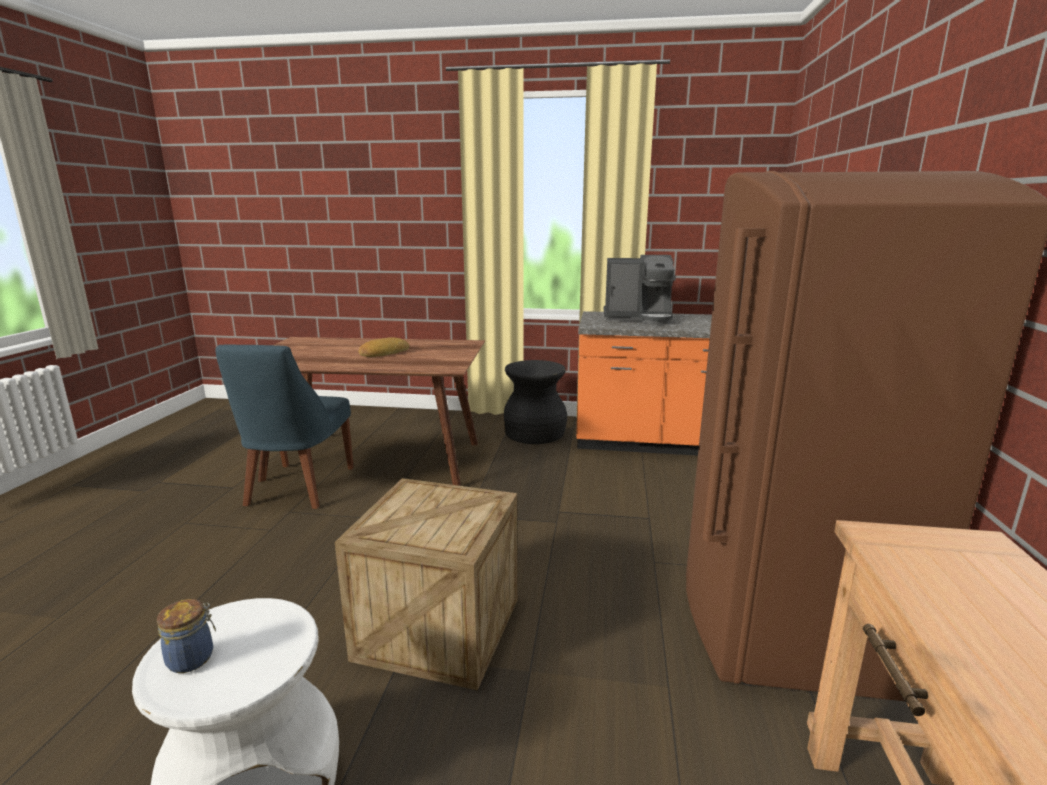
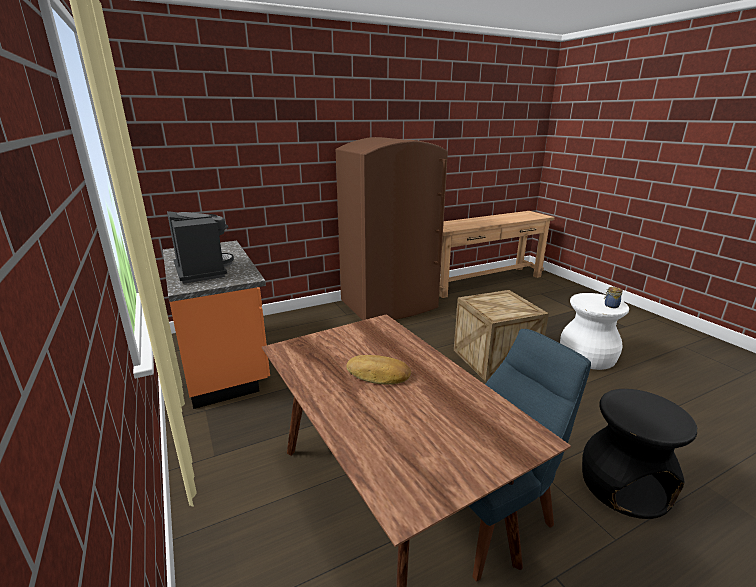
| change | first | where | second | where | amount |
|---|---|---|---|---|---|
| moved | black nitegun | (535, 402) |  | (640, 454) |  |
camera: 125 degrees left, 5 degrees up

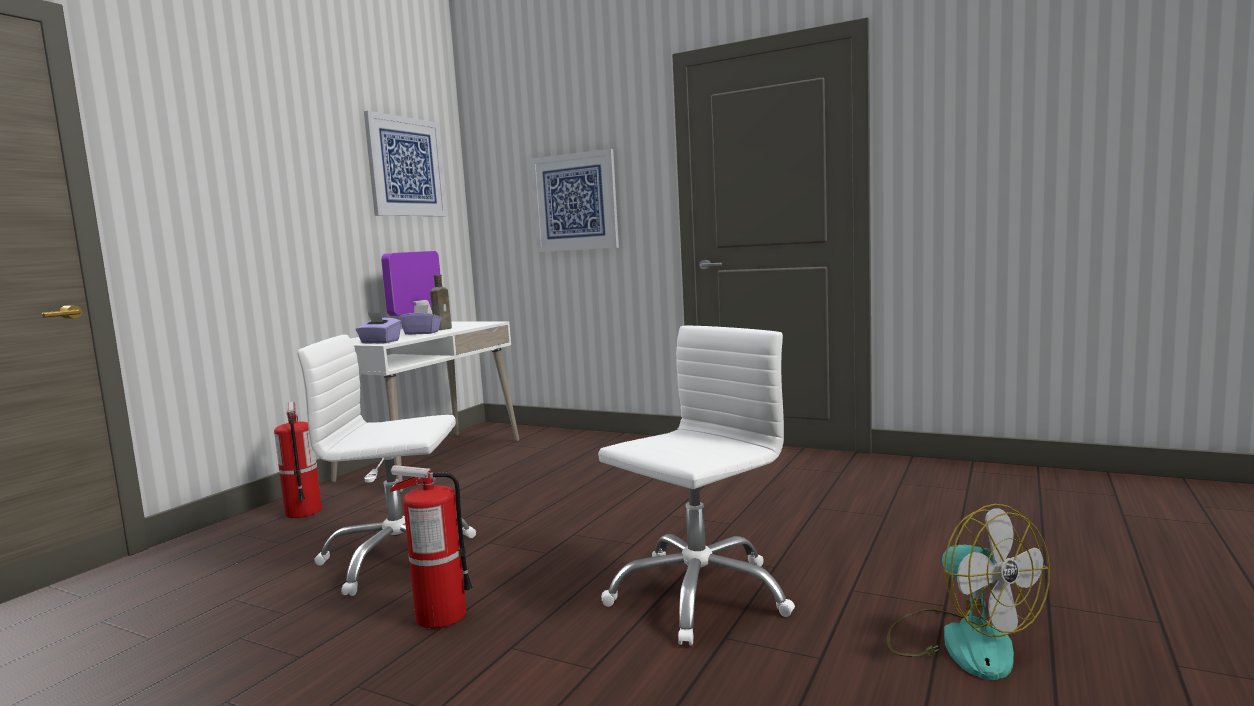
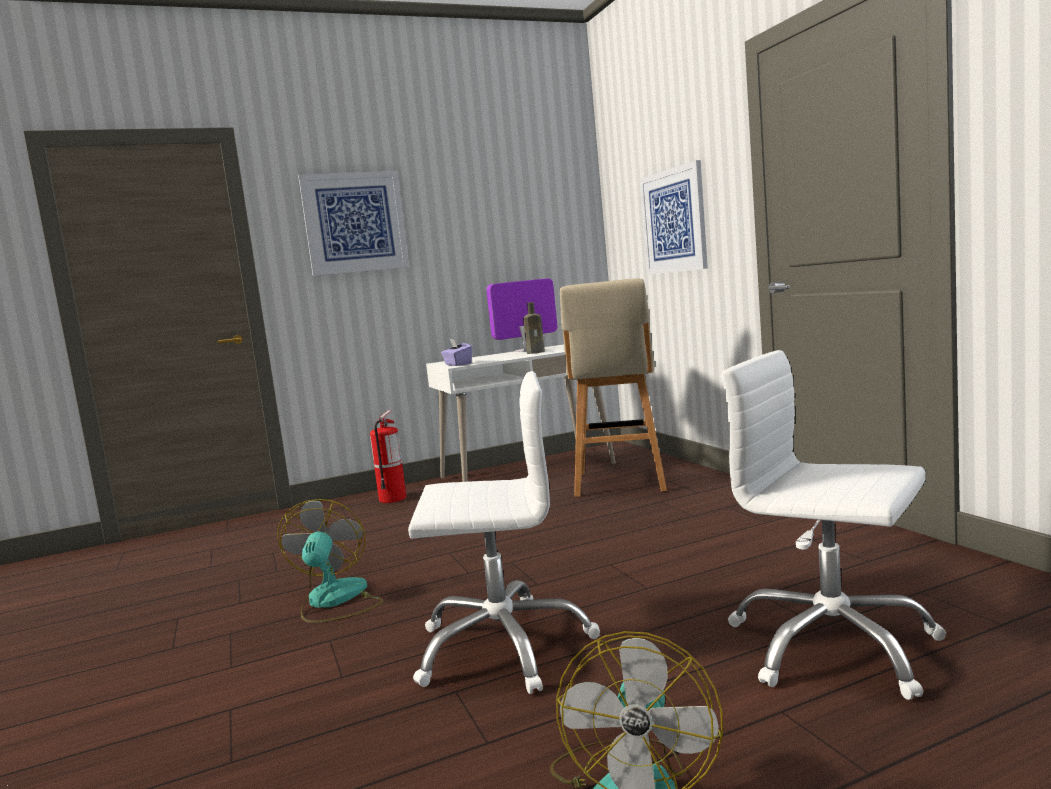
| change | first | where | second | where | amount |
|---|---|---|---|---|---|
| replaced | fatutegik | (431, 546) | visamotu | (330, 561) |  |
| moved | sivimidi | (405, 163) |  | (353, 223) |  |
| added |  |  | beige nitegun | (613, 387) |  |
| moved | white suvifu | (386, 465) |  | (833, 525) |  |
| removed | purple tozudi | (420, 320) |  |  |  |
camera: 40 degrees right, 0 degrees up

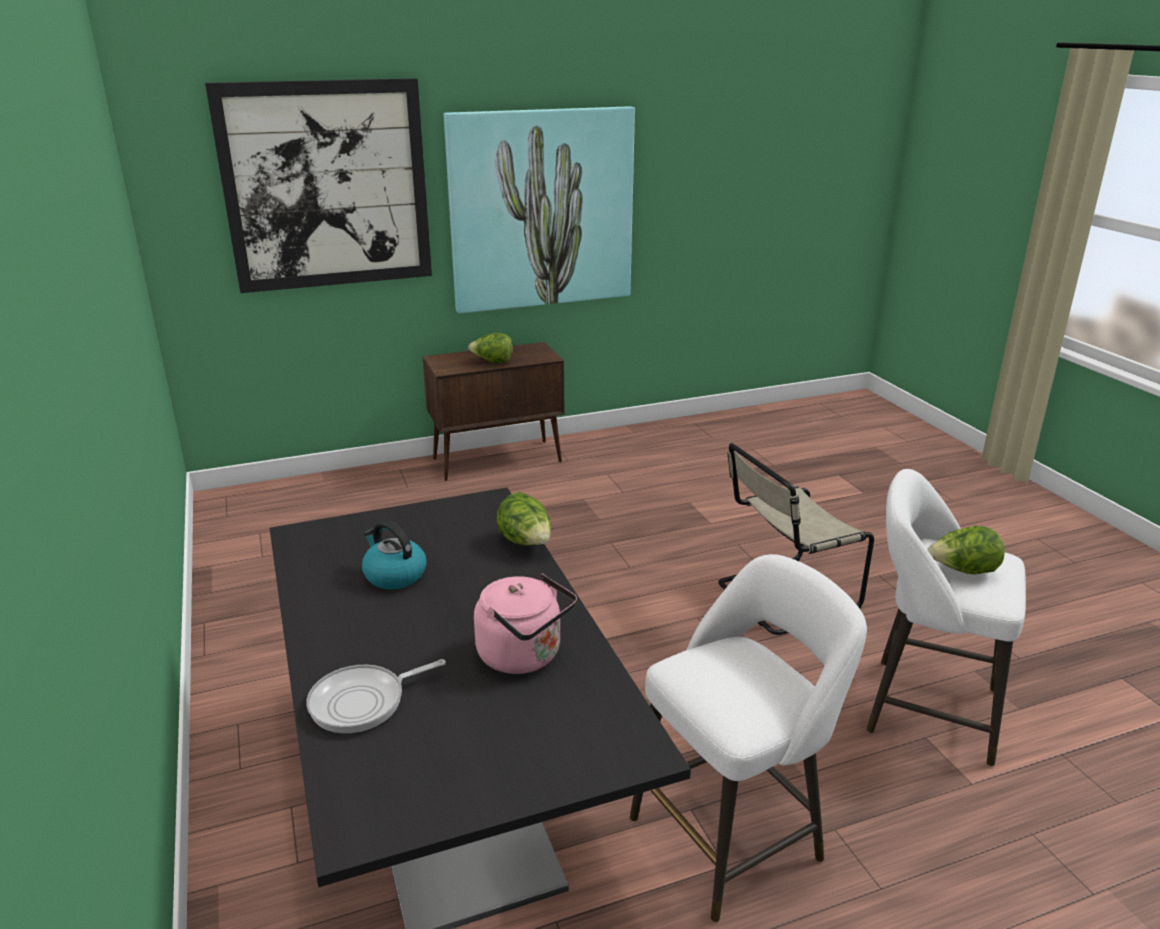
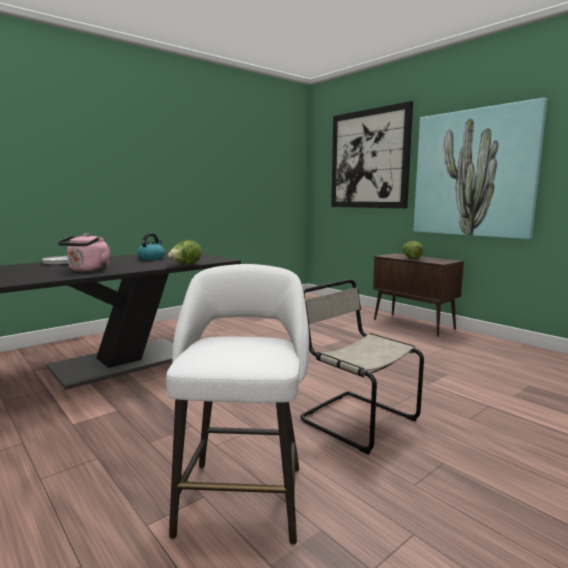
| change | first | where | second | where | amount |
|---|---|---|---|---|---|
| removed | white nitegun | (748, 738) |  |  |  |
| removed | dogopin | (966, 550) |  |  |  |
camera: 70 degrees right, 15 degrees down

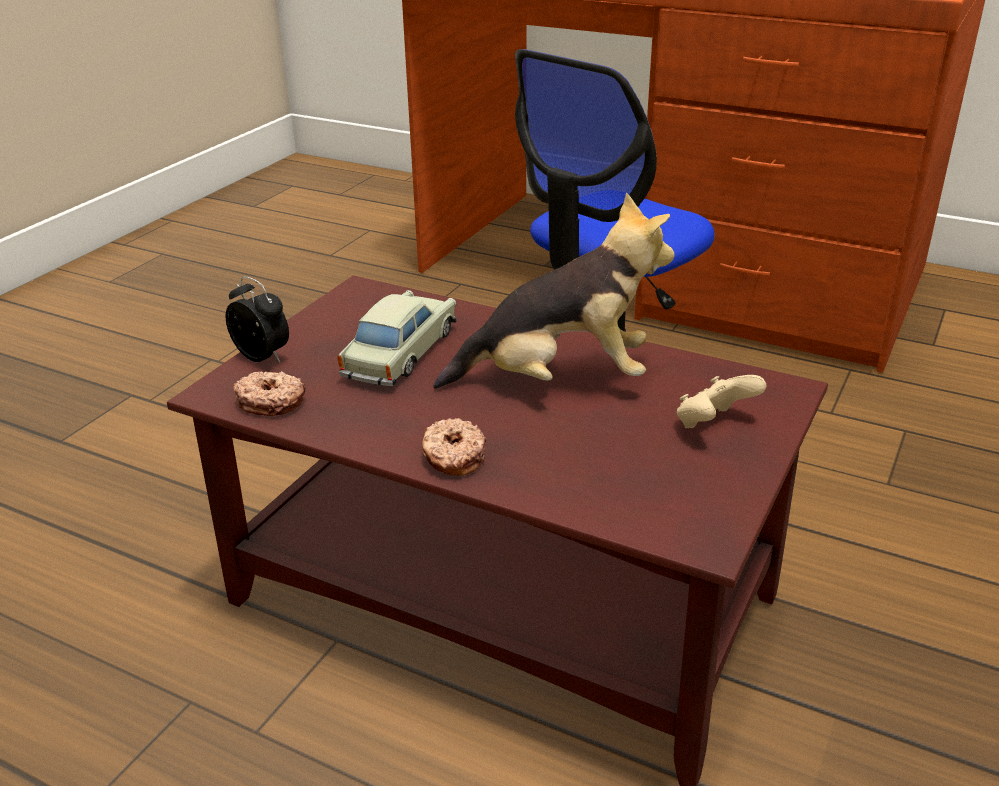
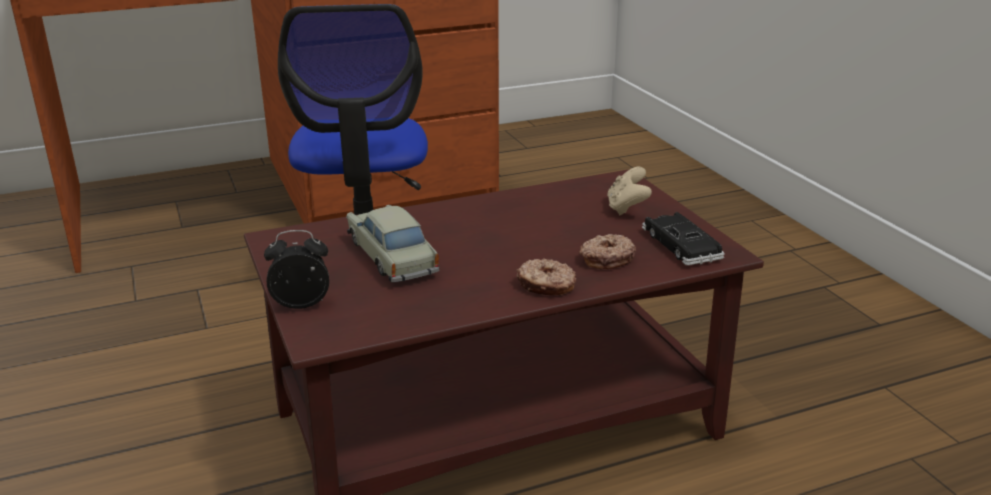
| change | first | where | second | where | amount |
|---|---|---|---|---|---|
| moved | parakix | (269, 393) |  | (607, 252) |  |
| added |  |  | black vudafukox | (683, 239) |  |
| removed | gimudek | (553, 291) |  |  |  |
camera: 50 degrees left, 5 degrees down

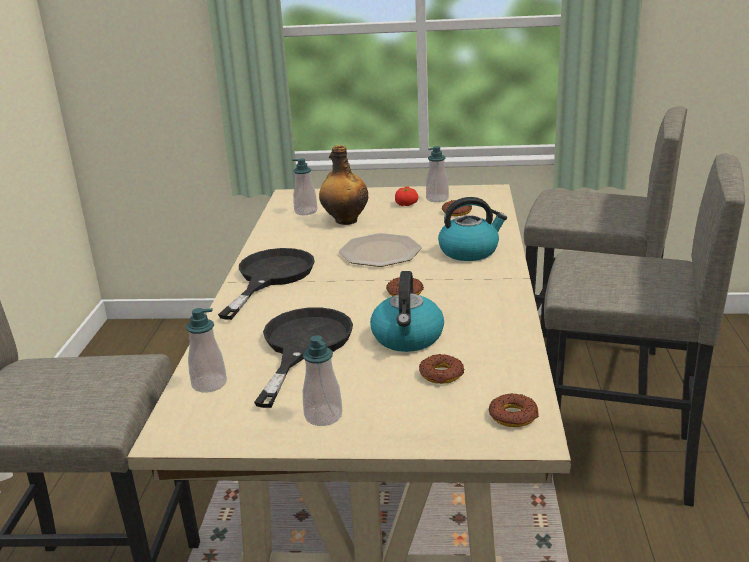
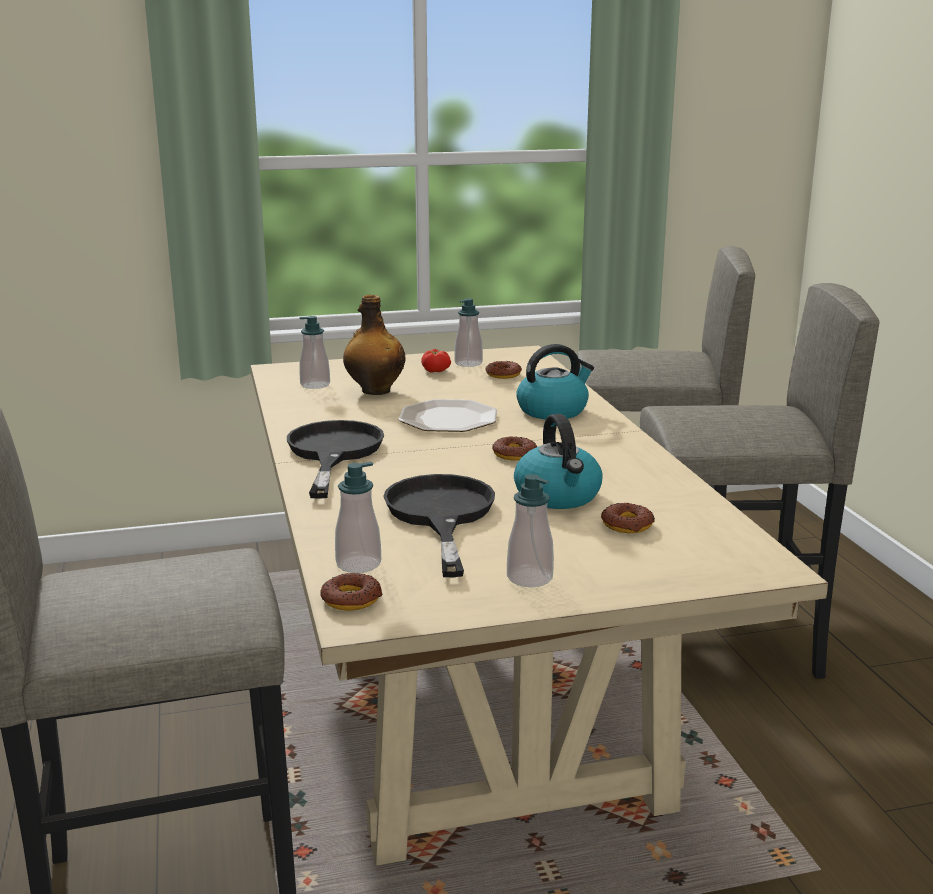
| change | first | where | second | where | amount |
|---|---|---|---|---|---|
| moved | parakix | (514, 410) |  | (351, 592) |  |
camera: 20 degrees left, 5 degrees down

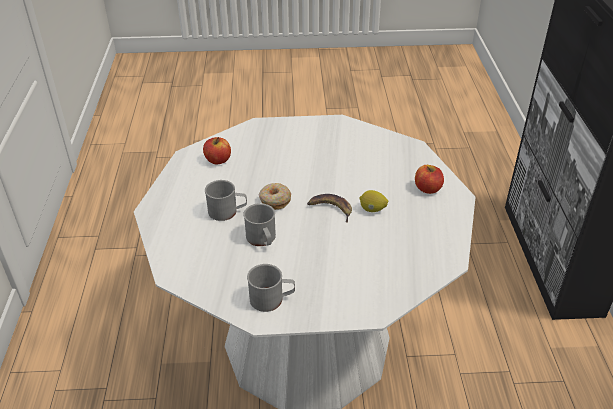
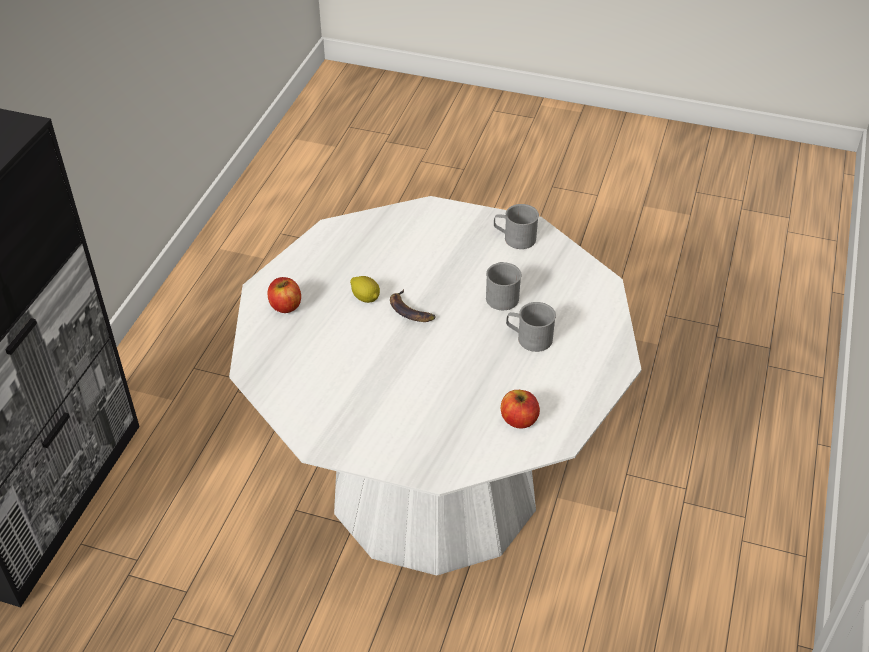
| change | first | where | second | where | amount |
|---|---|---|---|---|---|
| removed | parakix | (275, 196) |  |  |  |
camera: 160 degrees left, 5 degrees up

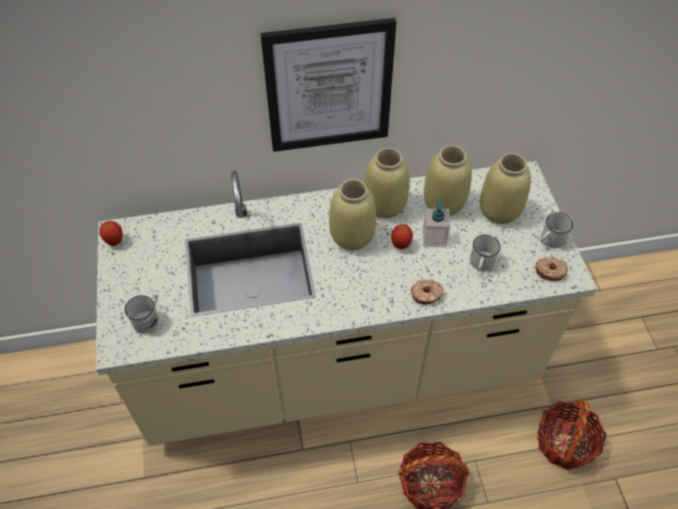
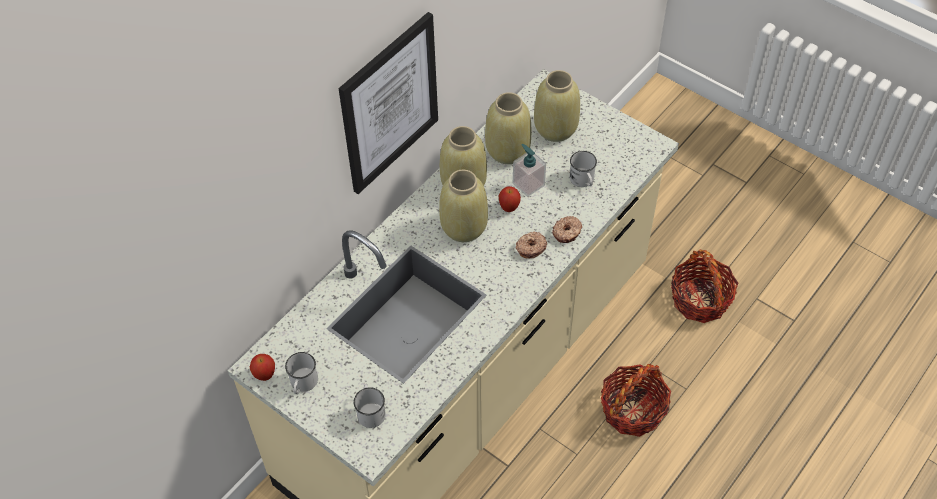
| change | first | where | second | where | amount |
|---|---|---|---|---|---|
| moved | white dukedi | (557, 230) |  | (301, 373) |  |
| moved | parakix | (551, 269) |  | (531, 245) |  |
camera: 40 degrees left, 0 degrees up

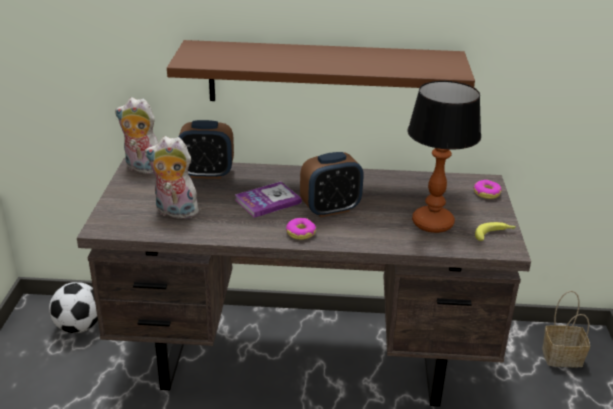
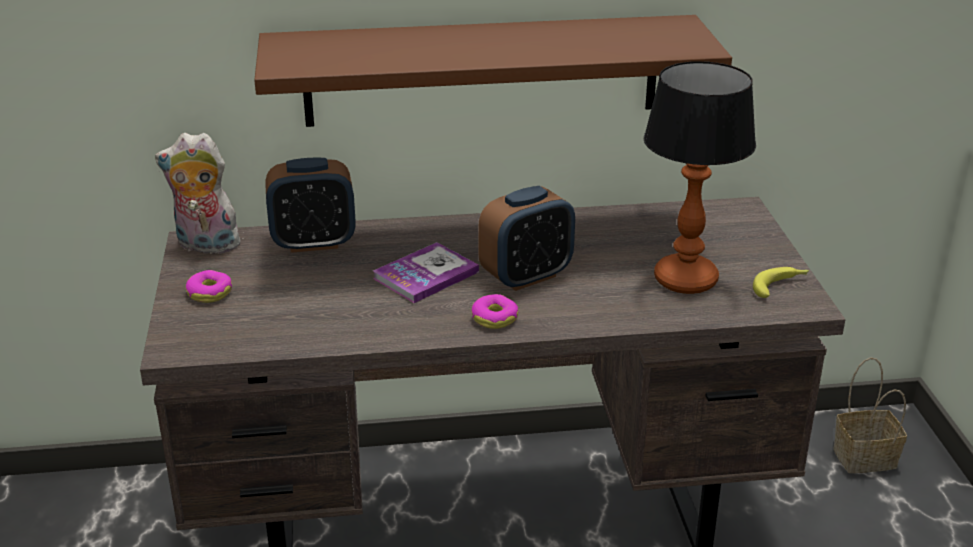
| change | first | where | second | where | amount |
|---|---|---|---|---|---|
| moved | parakix | (487, 189) |  | (209, 286) |  |
| removed | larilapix | (73, 307) |  |  |  |
| removed | gimudek | (172, 177) |  |  |  |
camera: 10 degrees left, 0 degrees up

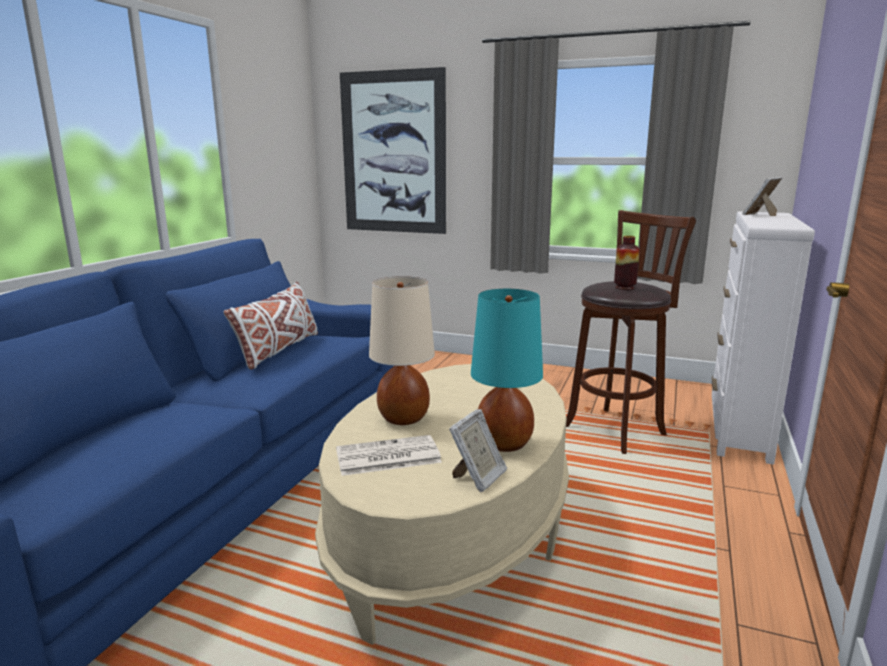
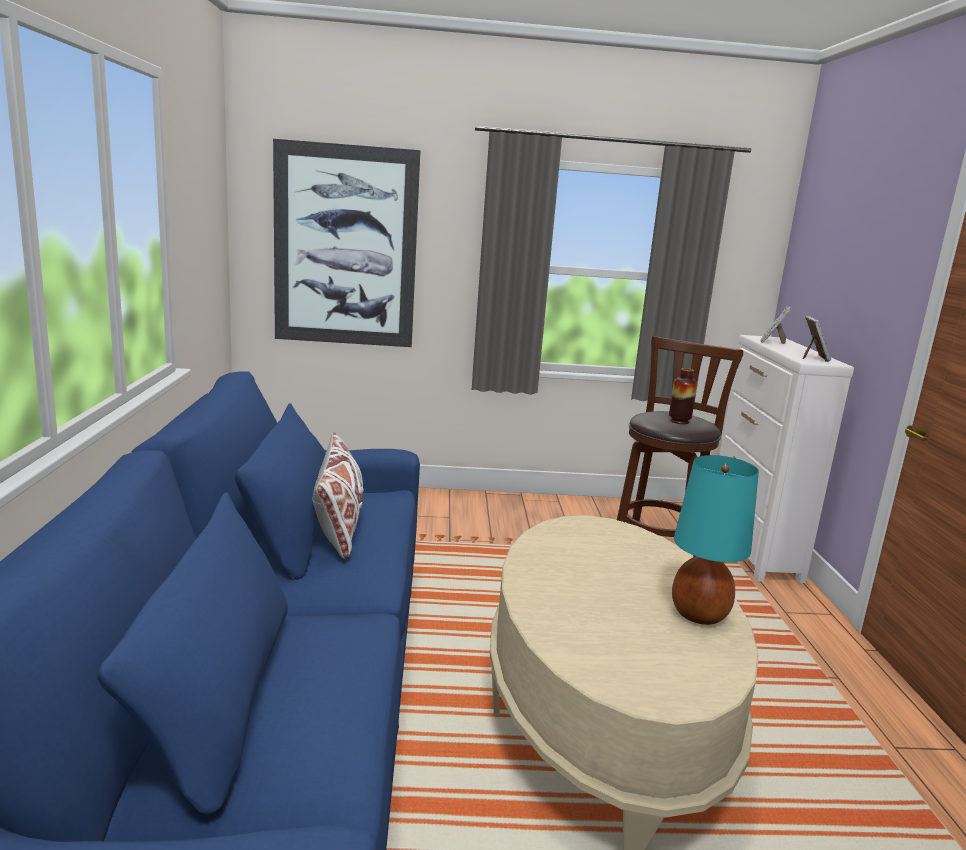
| change | first | where | second | where | amount |
|---|---|---|---|---|---|
| moved | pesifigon | (478, 450) |  | (817, 339) |  |
| removed | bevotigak | (389, 455) |  |  |  |
| removed | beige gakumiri | (402, 350) |  |  |  |
camera: 25 degrees left, 0 degrees up

